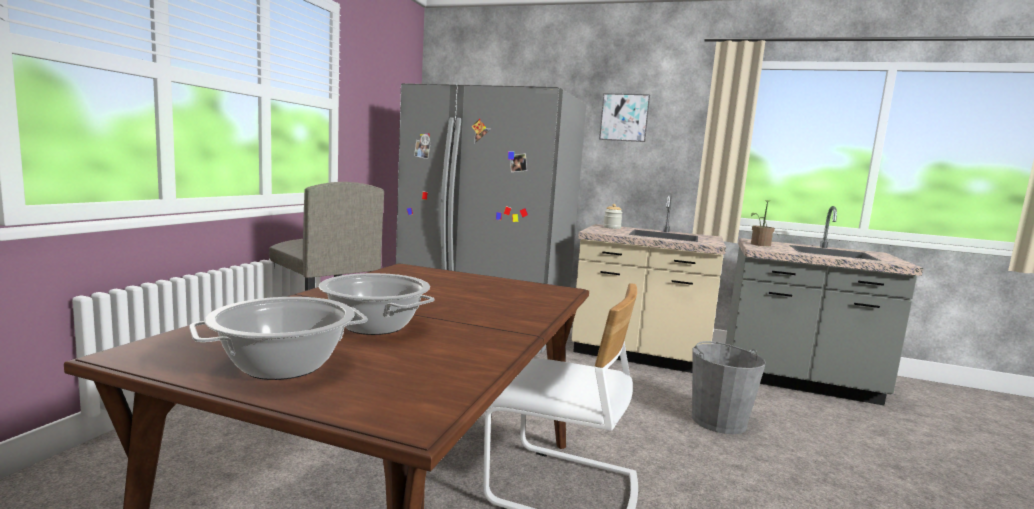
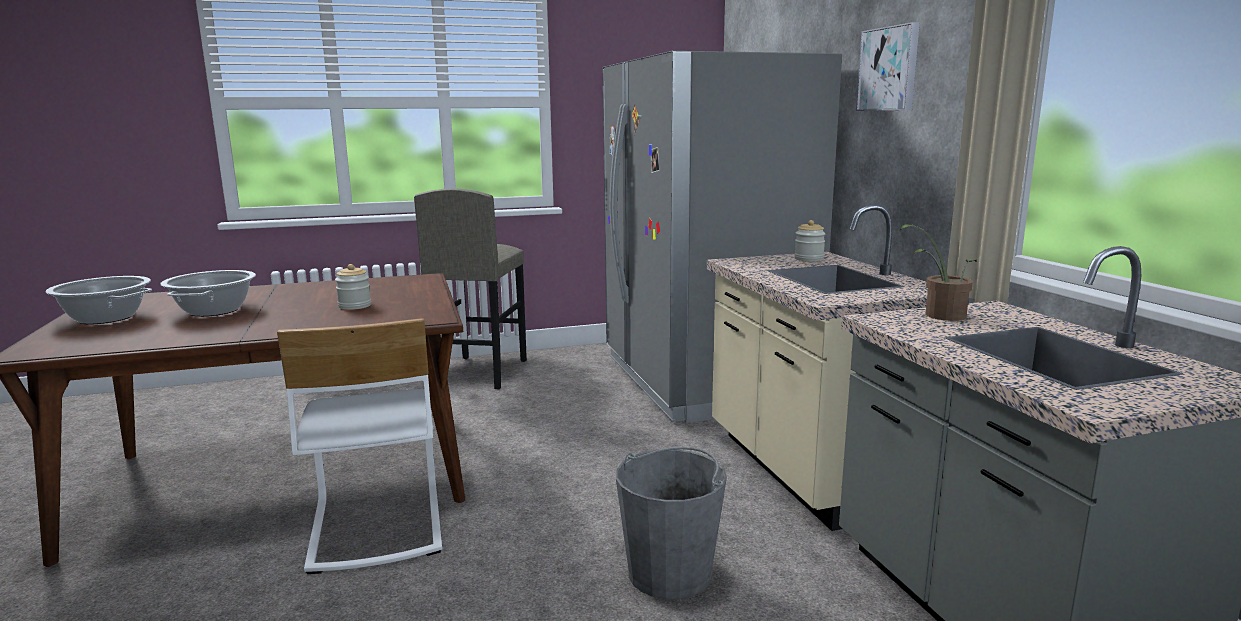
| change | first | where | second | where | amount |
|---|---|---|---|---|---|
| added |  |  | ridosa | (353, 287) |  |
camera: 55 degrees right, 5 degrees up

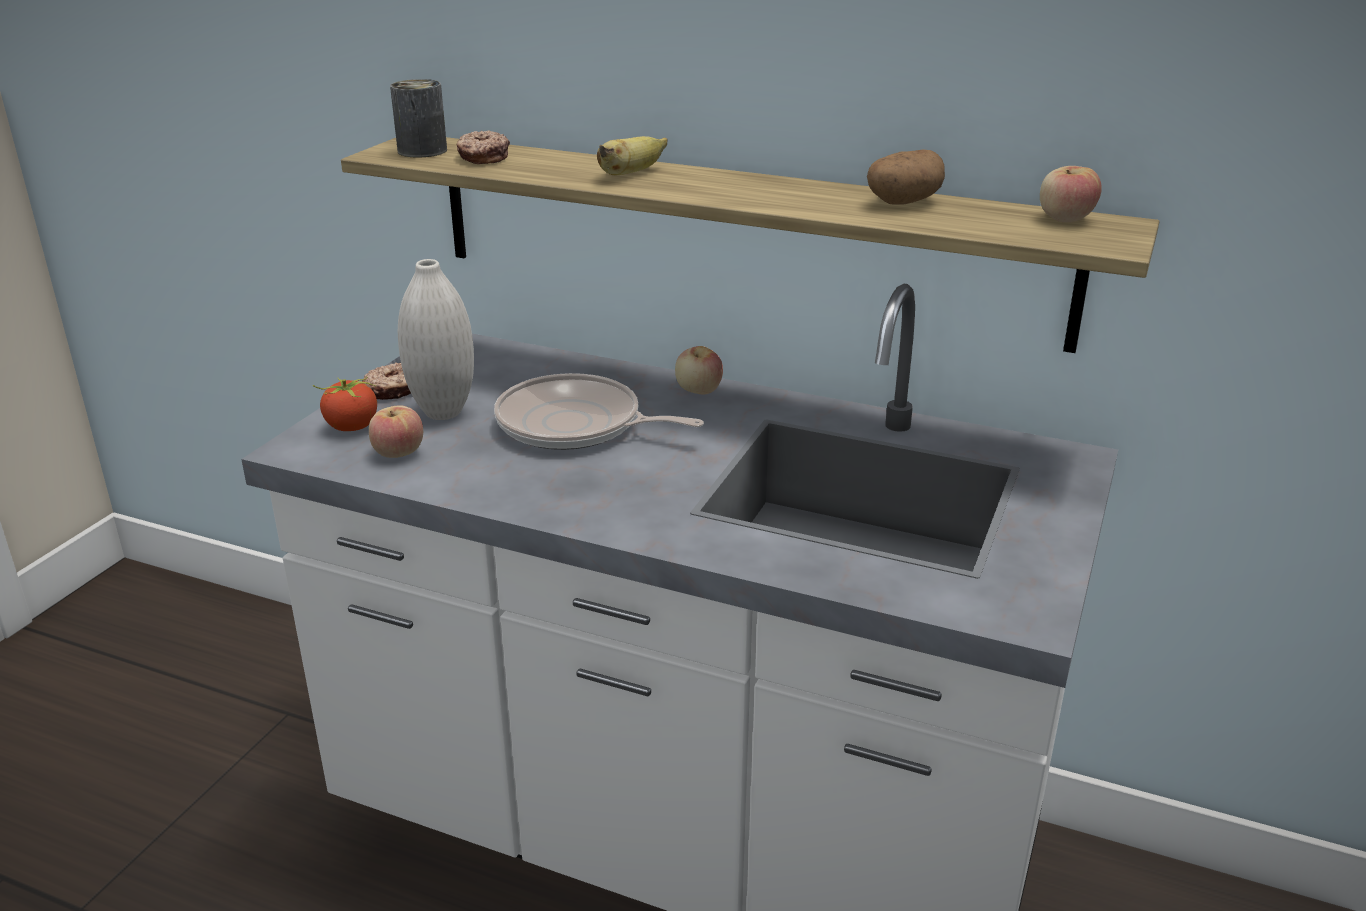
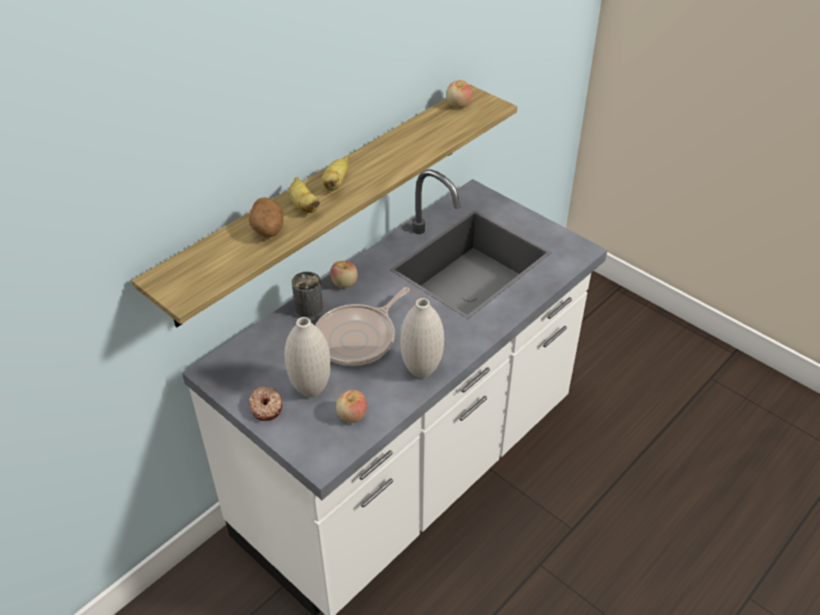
| change | first | where | second | where | amount |
|---|---|---|---|---|---|
| moved | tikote | (906, 177) |  | (266, 217) |  |
| moved | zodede | (418, 118) |  | (307, 295) |  |
| added |  |  | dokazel | (335, 173) |  |
| added |  |  | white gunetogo | (422, 338) |  |
| removed | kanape | (345, 404) |  |  |  |
| removed | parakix | (483, 147) |  |  |  |
camera: 70 degrees left, 15 degrees up

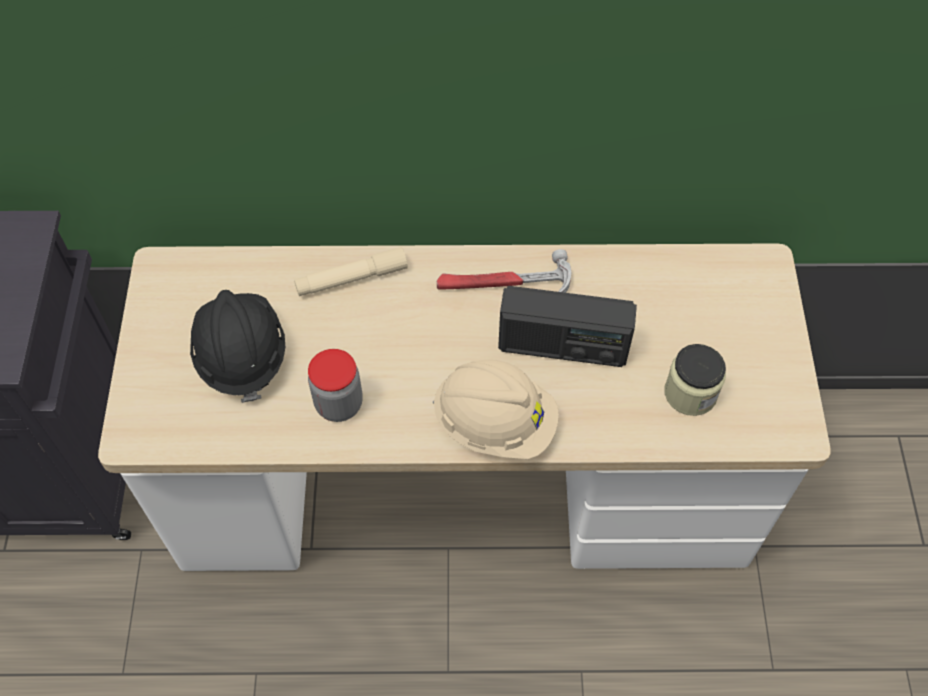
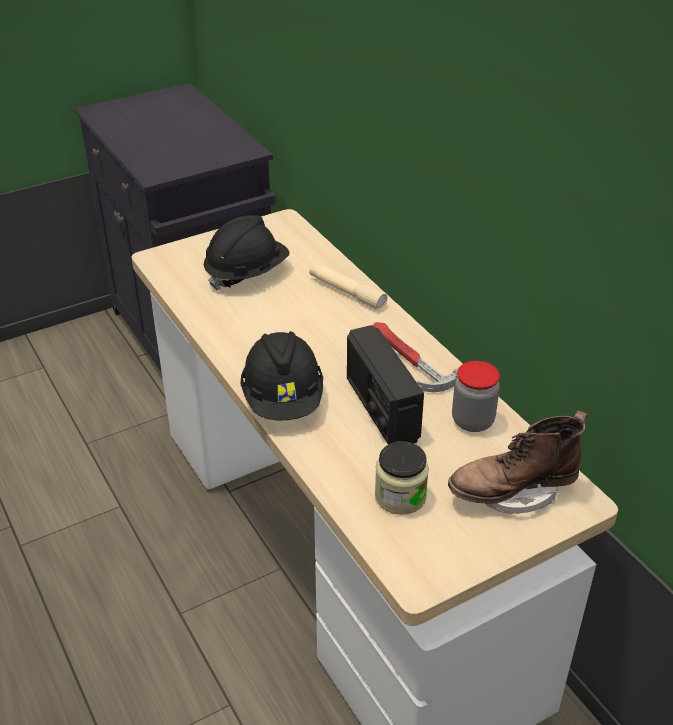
| change | first | where | second | where | amount |
|---|---|---|---|---|---|
| recoloured | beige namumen | (496, 409) | black namumen | (281, 375) |  |
| added |  |  | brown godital | (518, 462) |  |
| moved | ridosa | (335, 385) |  | (476, 396) |  |
camera: 60 degrees right, 20 degrees down

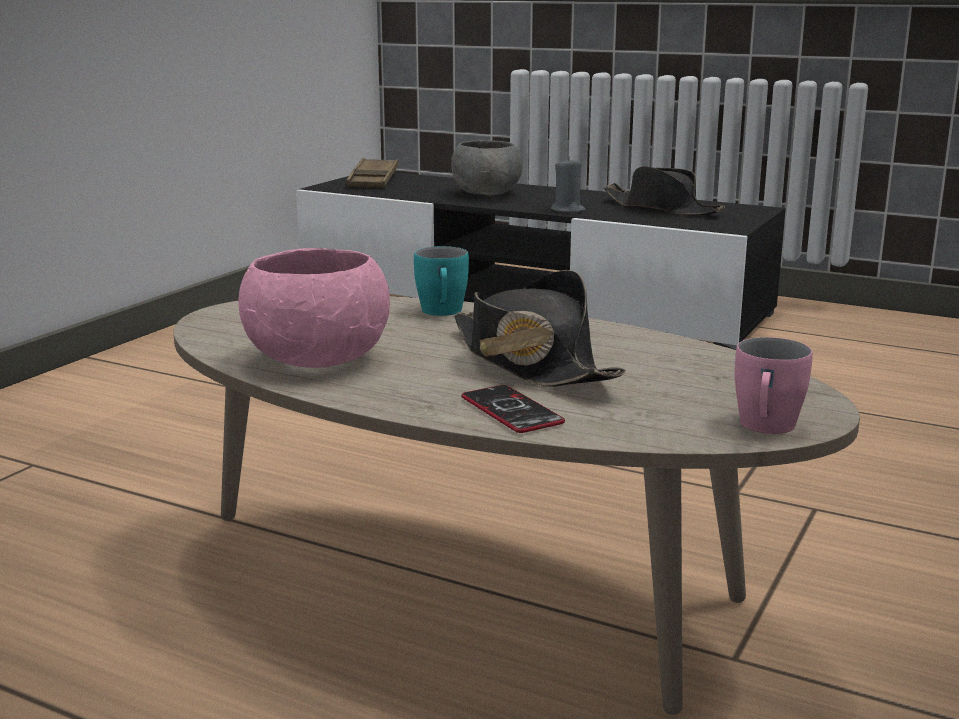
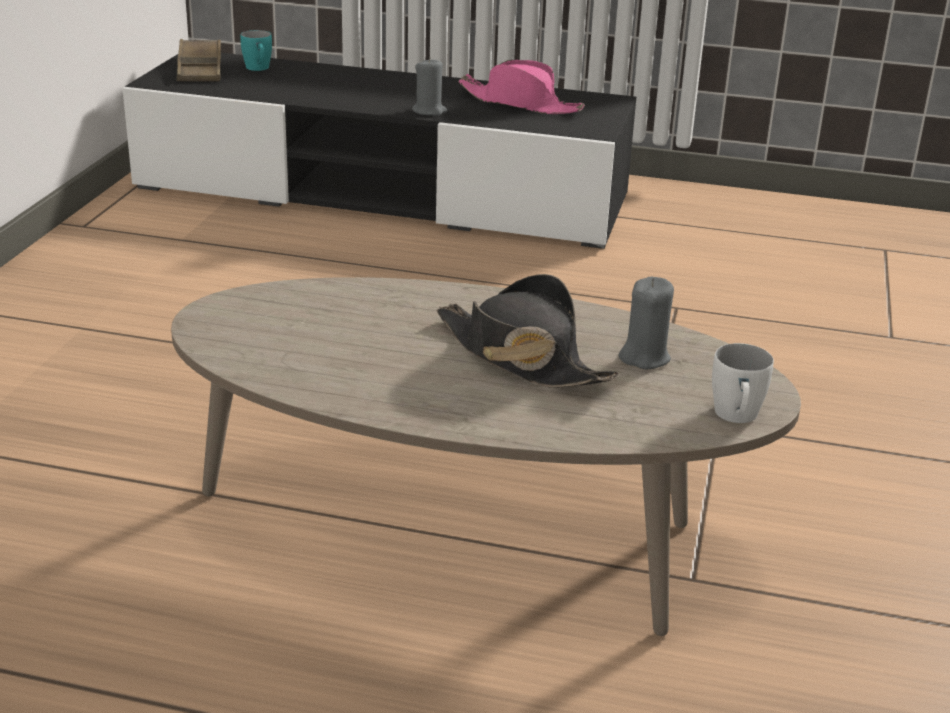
| change | first | where | second | where | amount |
|---|---|---|---|---|---|
| moved | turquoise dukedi | (441, 281) |  | (256, 50) |  |
| recoloured | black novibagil | (664, 191) | pink novibagil | (521, 87) |  |
| added |  |  | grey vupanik | (646, 323) |  |
| recoloured | pink dukedi | (774, 385) | white dukedi | (743, 383) |  |
| removed | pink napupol | (314, 308) |  |  |  |
| removed | grey napupol | (487, 167) |  |  |  |
| removed | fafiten | (513, 409) |  |  |  |
camera: 15 degrees left, 10 degrees up

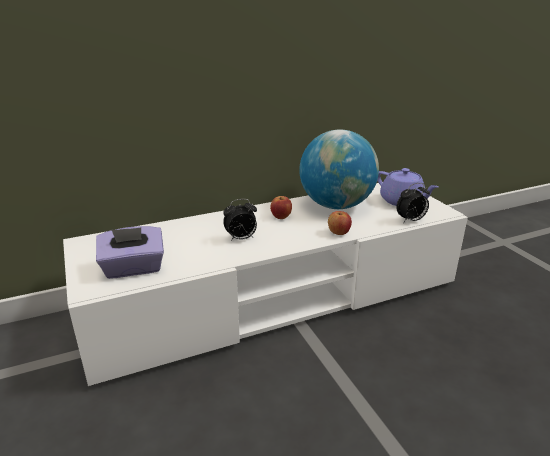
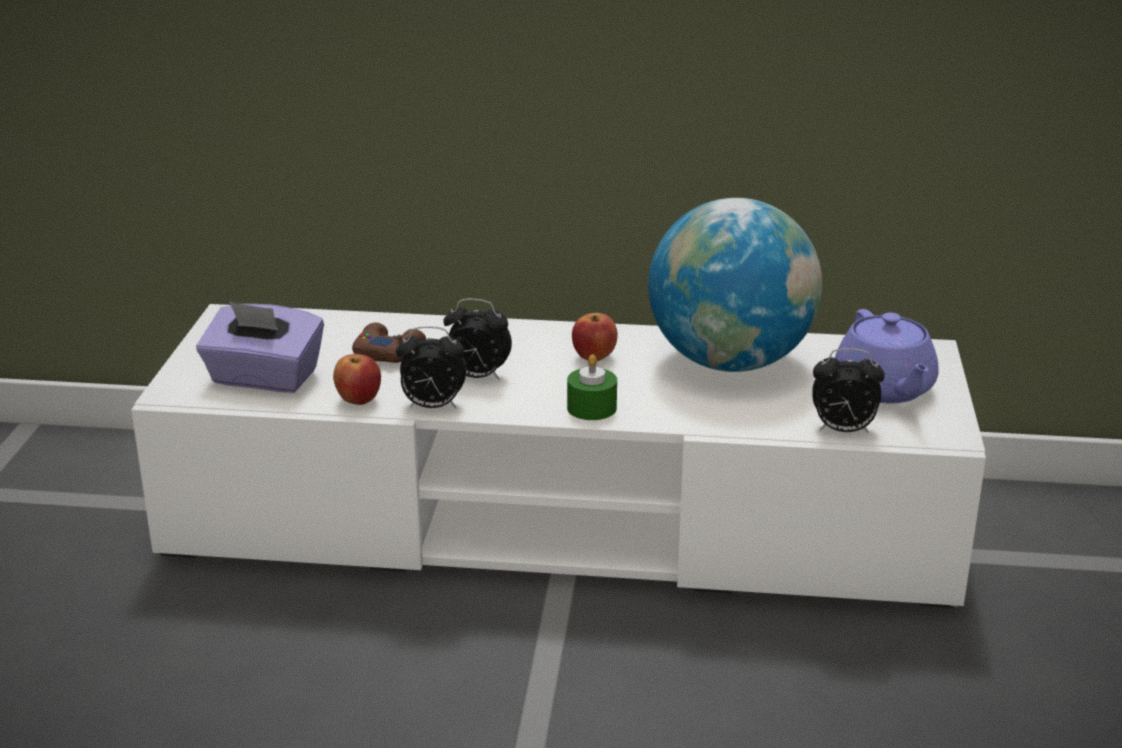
| change | first | where | second | where | amount |
|---|---|---|---|---|---|
| moved | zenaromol | (340, 223) |  | (357, 379) |  |
| added |  |  | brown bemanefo | (389, 343) |  |
| added |  |  | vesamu | (431, 367) |  |
| added |  |  | green vupanik | (592, 387) |  |
camera: 30 degrees right, 0 degrees up

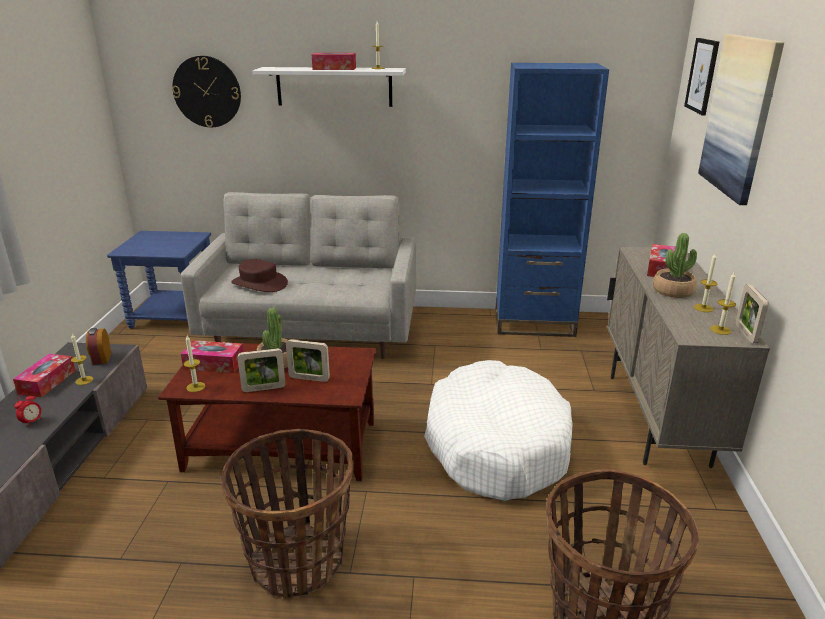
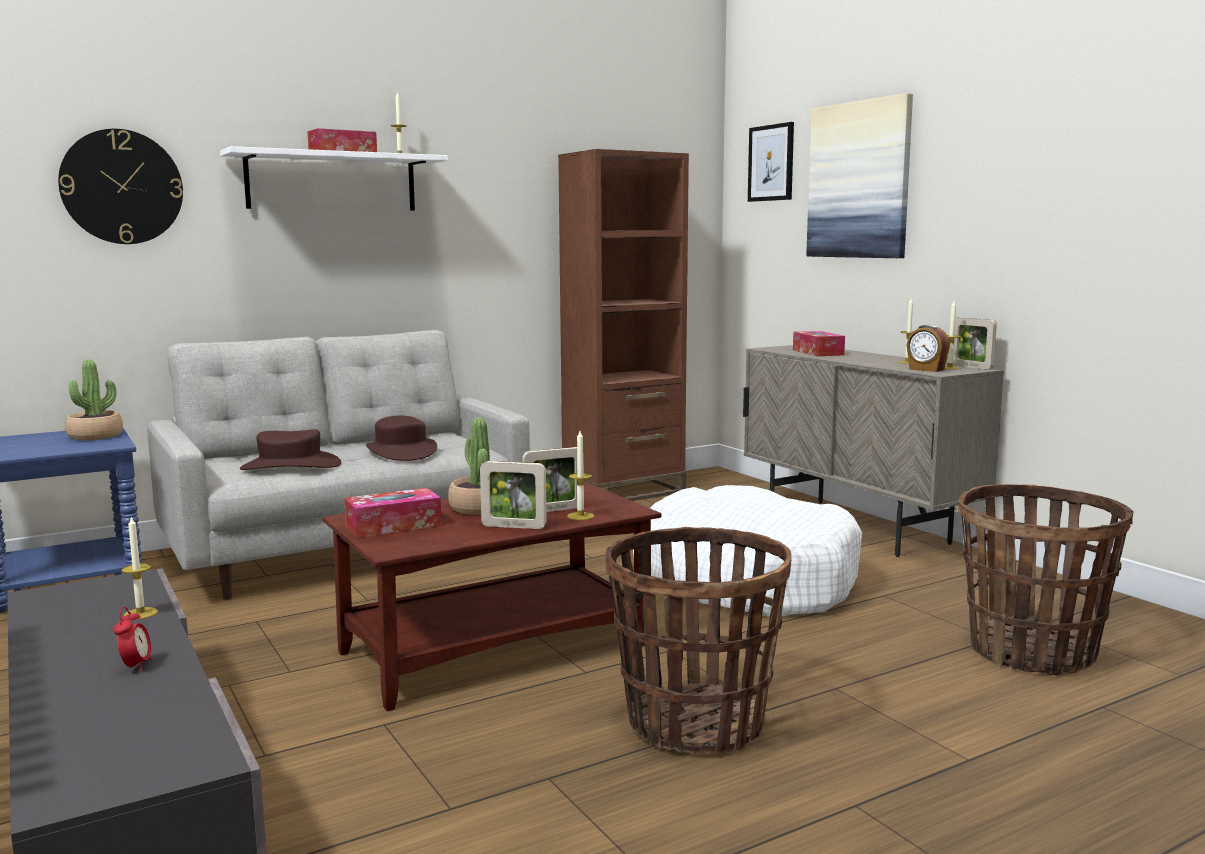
| change | first | where | second | where | amount |
|---|---|---|---|---|---|
| moved | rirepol | (675, 265) |  | (94, 400) |  |
| added |  |  | brown novibagil | (401, 438) |  |
| turned | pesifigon | (262, 370) |  | (513, 495) | 60 degrees clockwise |
| recoloured | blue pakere | (552, 200) | brown pakere | (623, 325) |  |
| moved | vupanik | (194, 363) |  | (580, 475) |  |
| moved | vesamu | (98, 346) |  | (928, 348) |  |
| removed | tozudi | (44, 375) |  |  |  |
camera: 35 degrees left, 15 degrees down

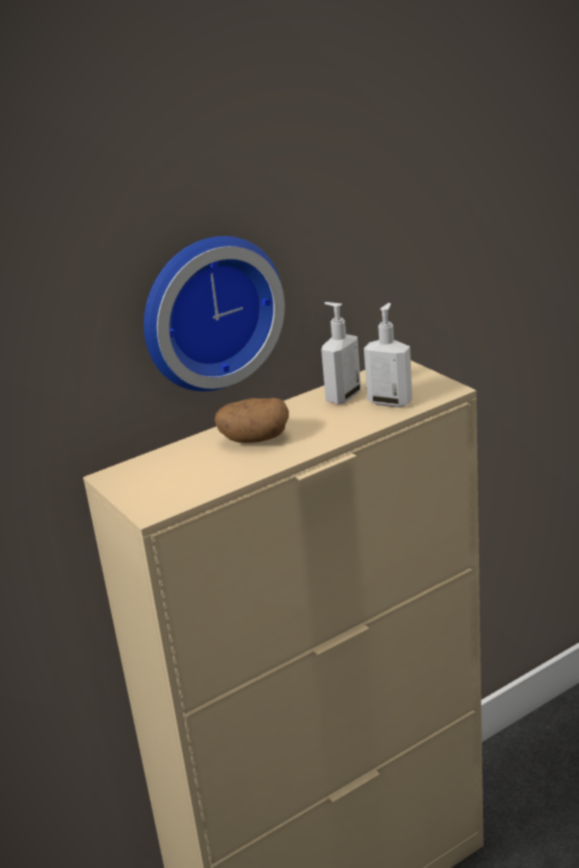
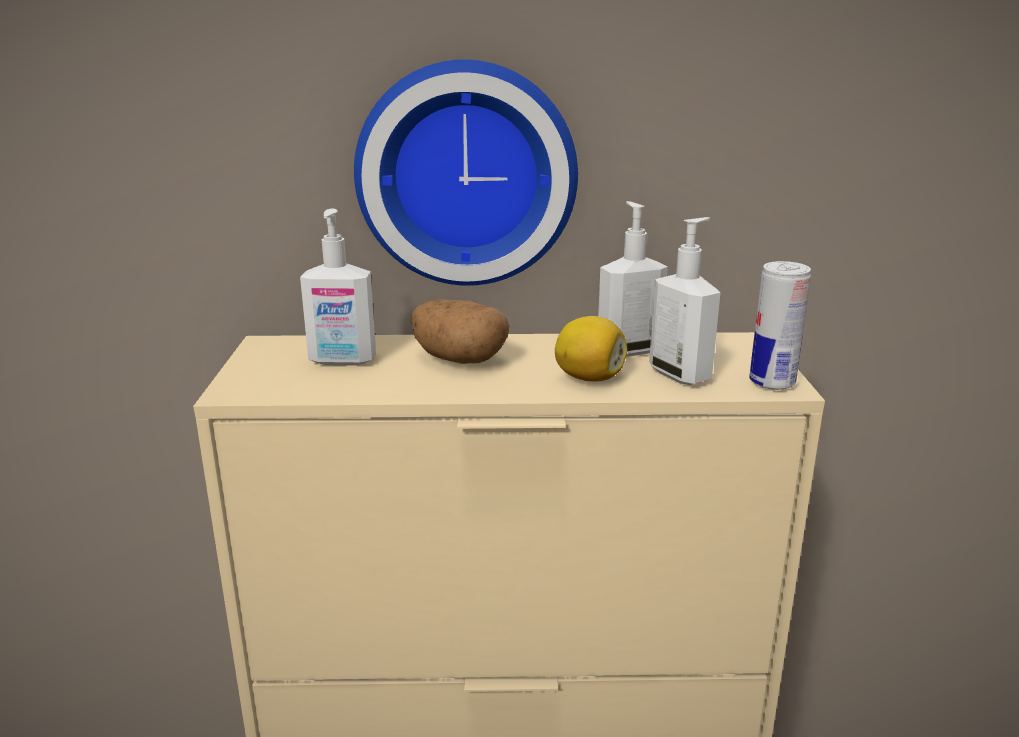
| change | first | where | second | where | amount |
|---|---|---|---|---|---|
| added |  |  | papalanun | (338, 287) |  |
| added |  |  | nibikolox | (591, 348) |  |
| added |  |  | zodede | (780, 325) |  |
camera: 30 degrees right, 5 degrees down

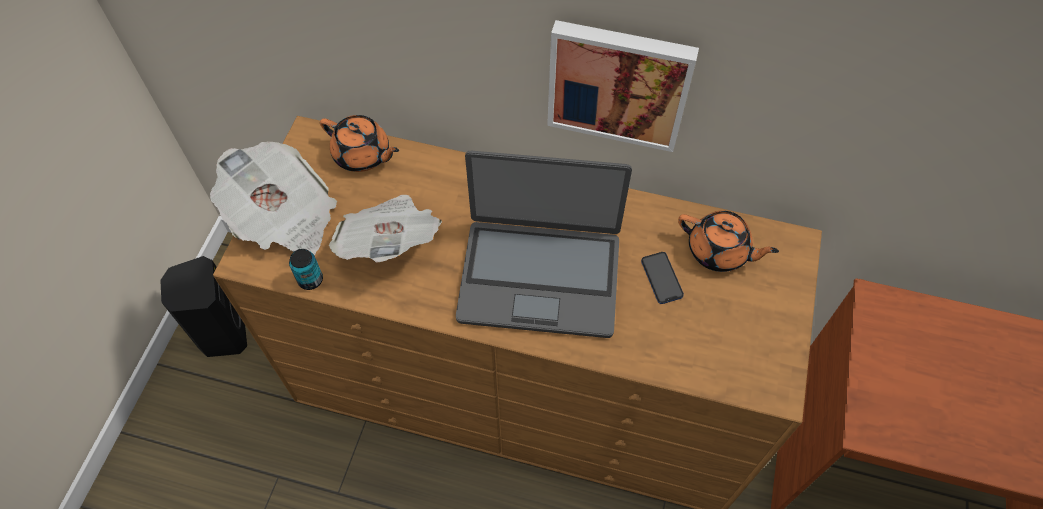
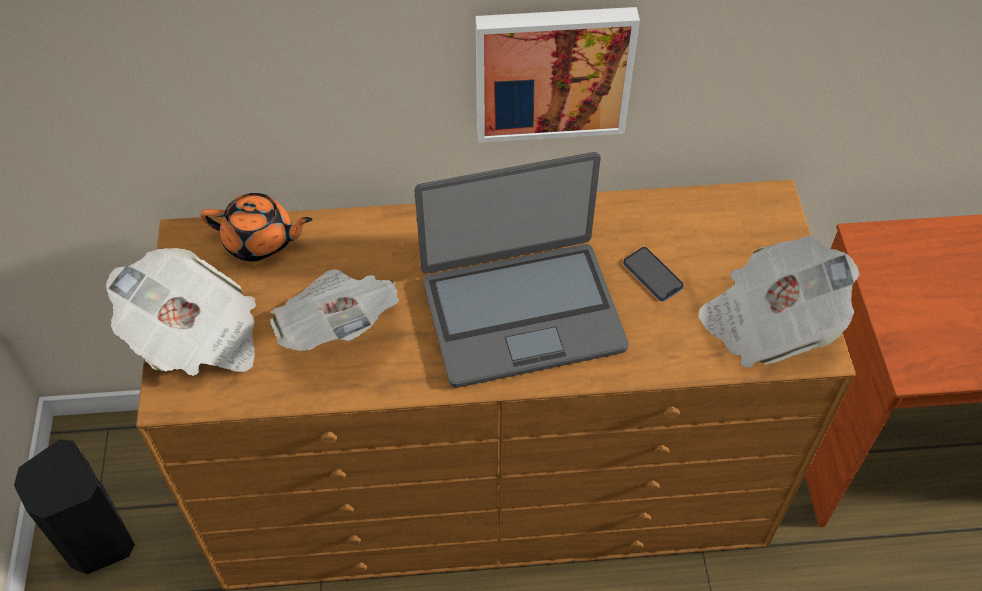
| change | first | where | second | where | amount |
|---|---|---|---|---|---|
| added |  |  | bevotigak | (779, 302) |  |
| removed | zodede | (306, 269) |  |  |  |
| removed | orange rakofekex | (728, 241) |  |  |  |
camera: 20 degrees left, 5 degrees down

